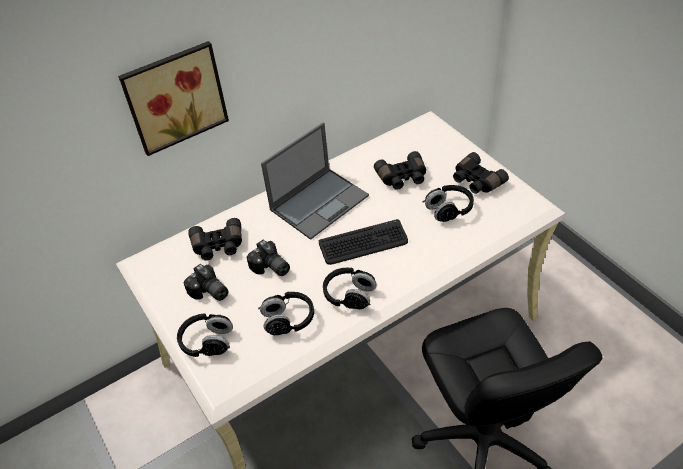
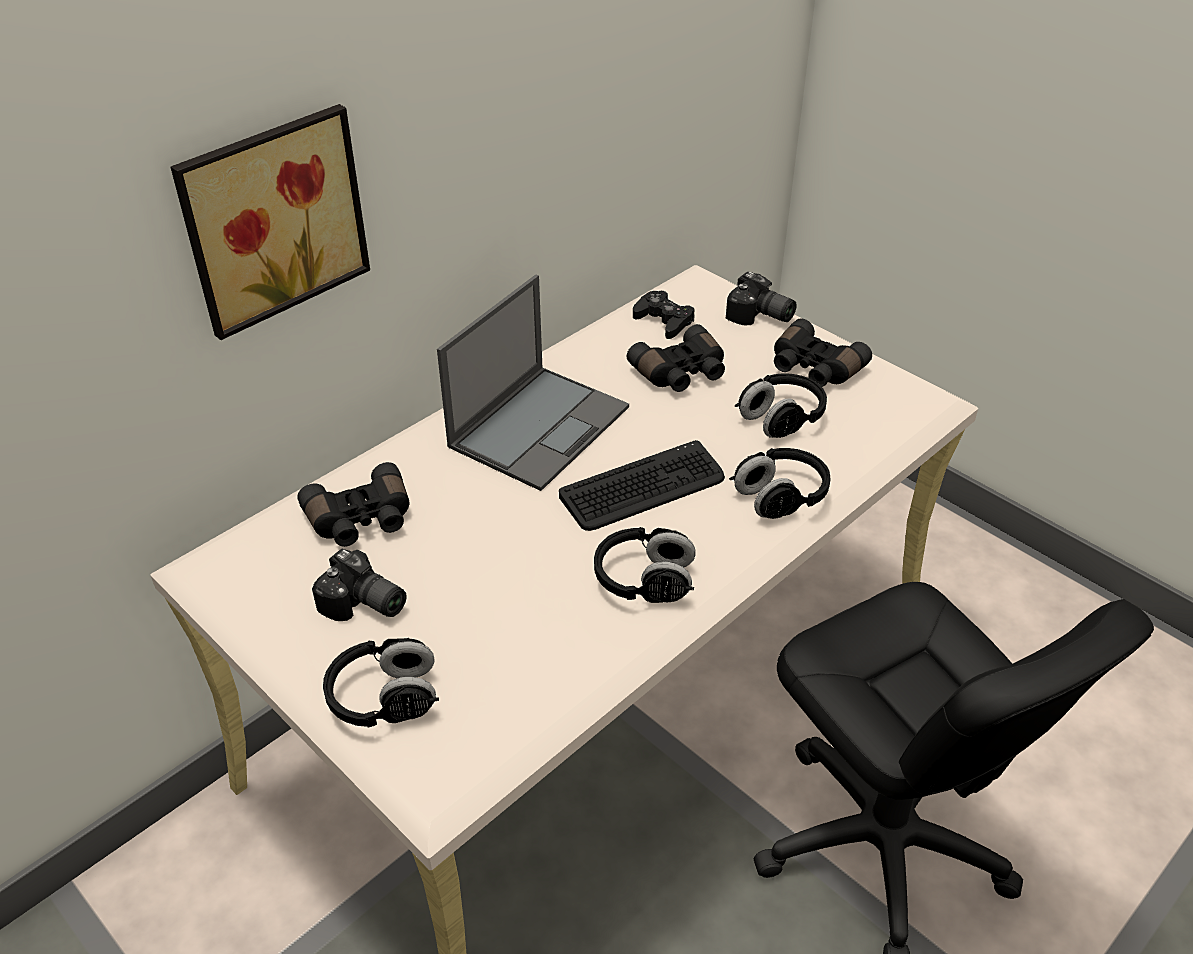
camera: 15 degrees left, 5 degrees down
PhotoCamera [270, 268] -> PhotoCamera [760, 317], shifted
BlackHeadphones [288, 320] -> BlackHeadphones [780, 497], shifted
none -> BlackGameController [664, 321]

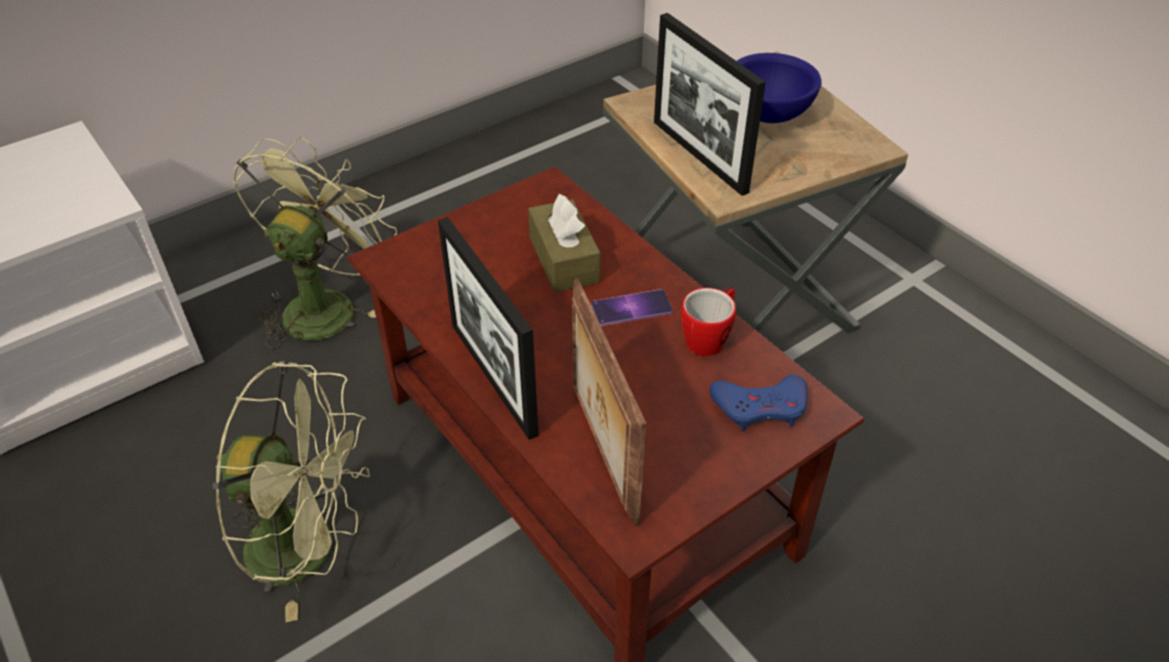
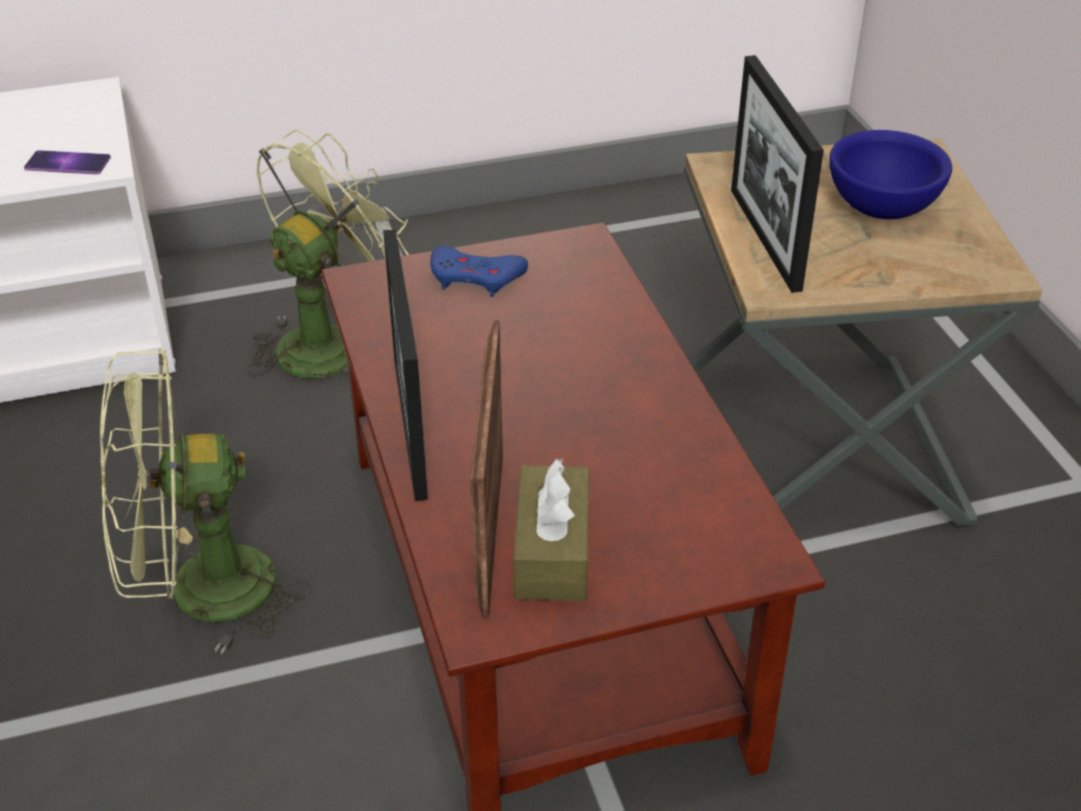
camera: 20 degrees right, 5 degrees down
GreenFan [311, 548] -> GreenFan [199, 593], 135 degrees clockwise
BrownTissueBox [564, 259] -> BrownTissueBox [552, 552], shifted
Phone [631, 308] -> Phone [68, 163], shifted
Mug [709, 338] -> none
BlueGameController [760, 407] -> BlueGameController [476, 277], shifted

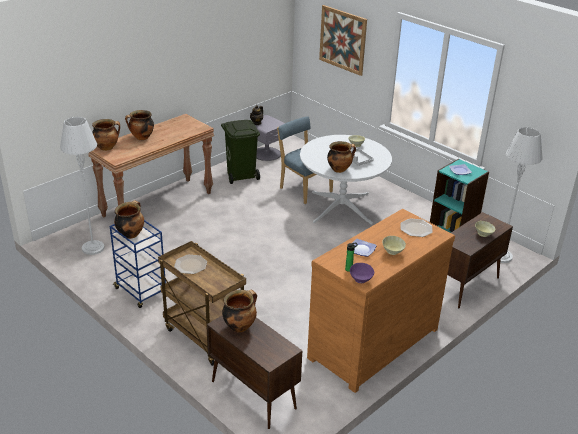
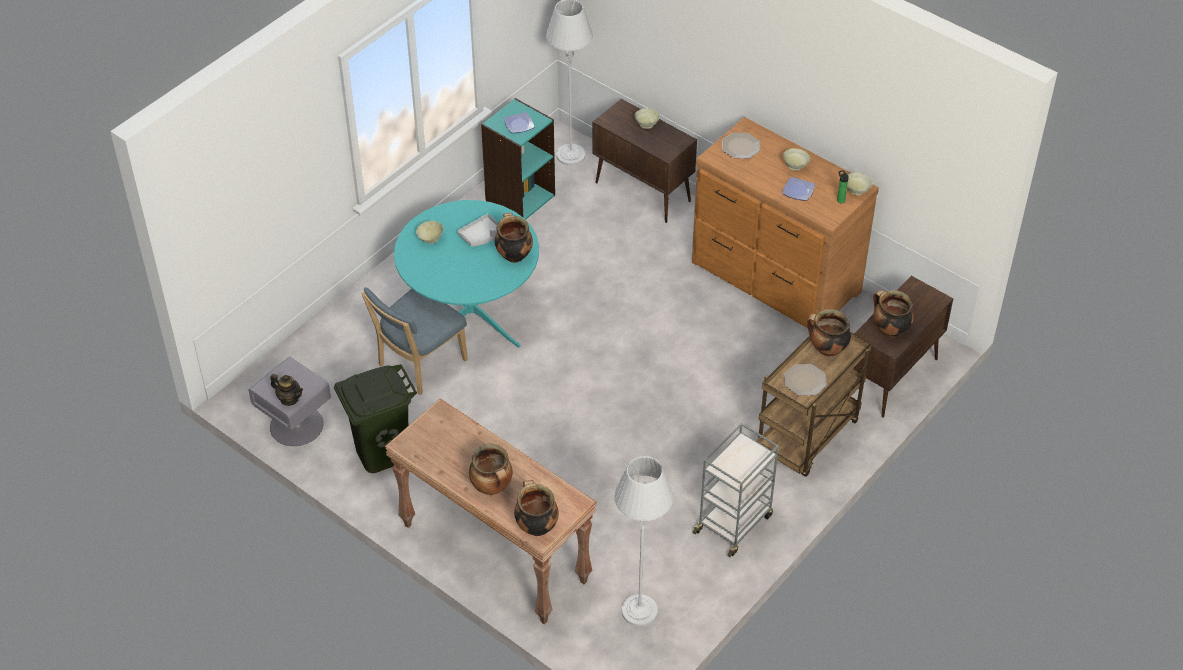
camera: 95 degrees left, 15 degrees up
BlueCart [141, 292] -> GreyCart [734, 523]
CookingPot [130, 234] -> CookingPot [826, 349], shifted
WhiteDiningTable [341, 208] -> TurquoiseDiningTable [471, 316]
Picture [342, 40] -> none
PurpleBowl [360, 280] -> BeigeBowl [857, 191]

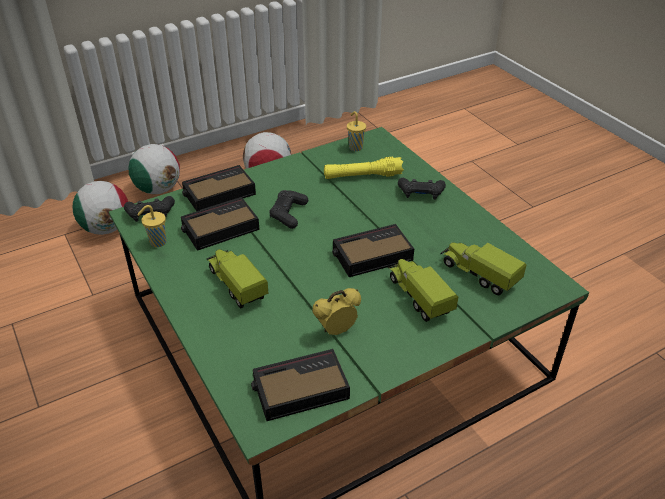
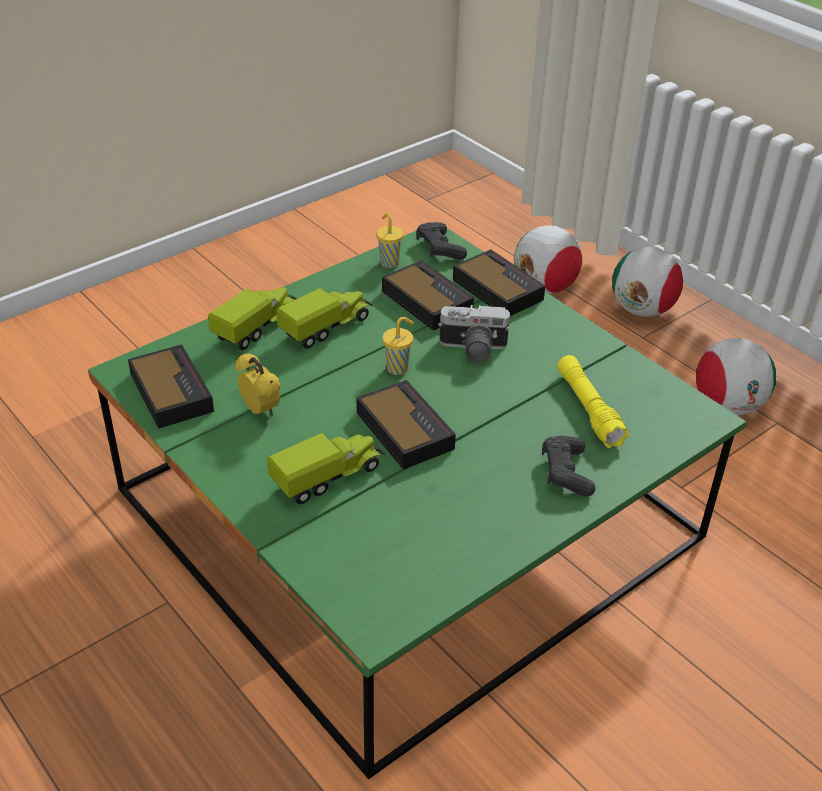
camera: 80 degrees right, 0 degrees up
BlackGameController [288, 214] -> PhotoCamera [472, 350]
YellowCup [355, 147] -> YellowCup [398, 368], shifted
ToyTruck [478, 274] -> ToyTruck [257, 327], shifted

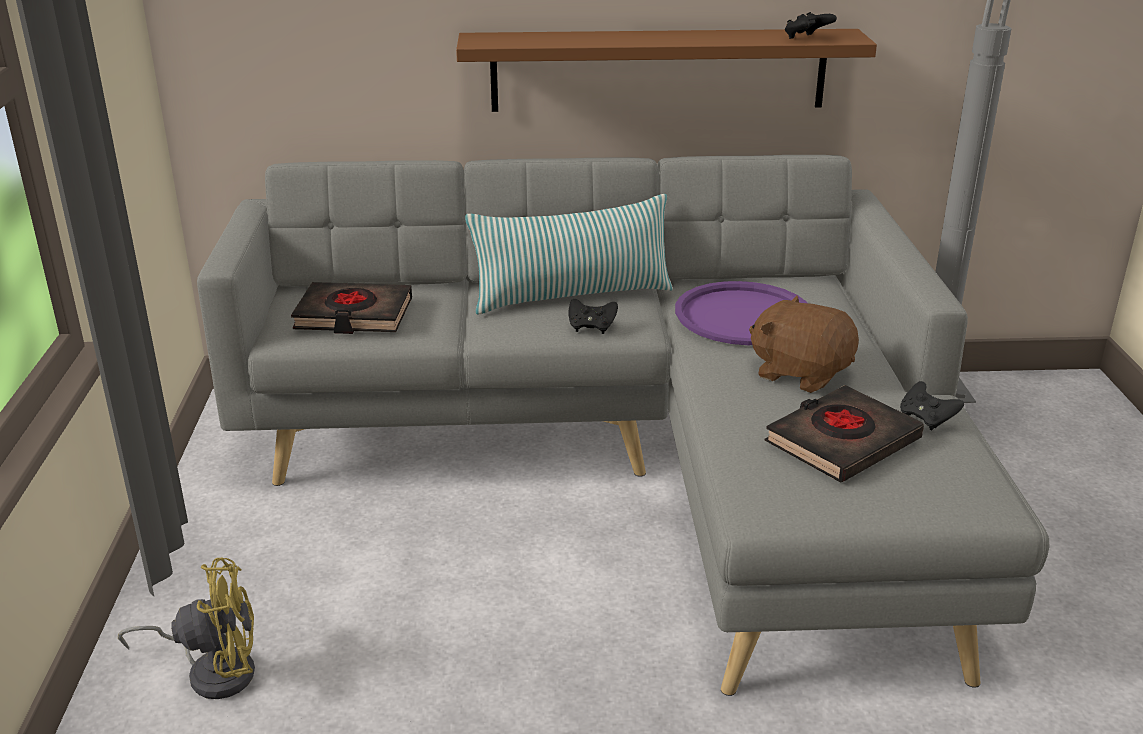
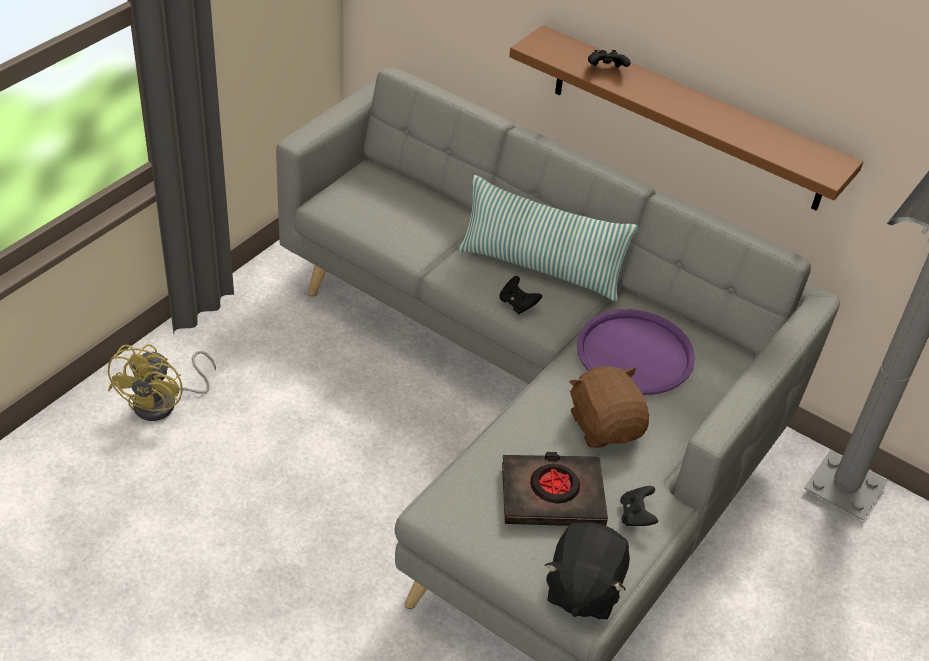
camera: 35 degrees right, 15 degrees up
YellowFan [213, 671] -> YellowFan [164, 403], 75 degrees clockwise
BlackBook [353, 315] -> none
BlackGameController [807, 39] -> BlackGameController [606, 70], shifted
none -> BlackPlushToy [582, 589]

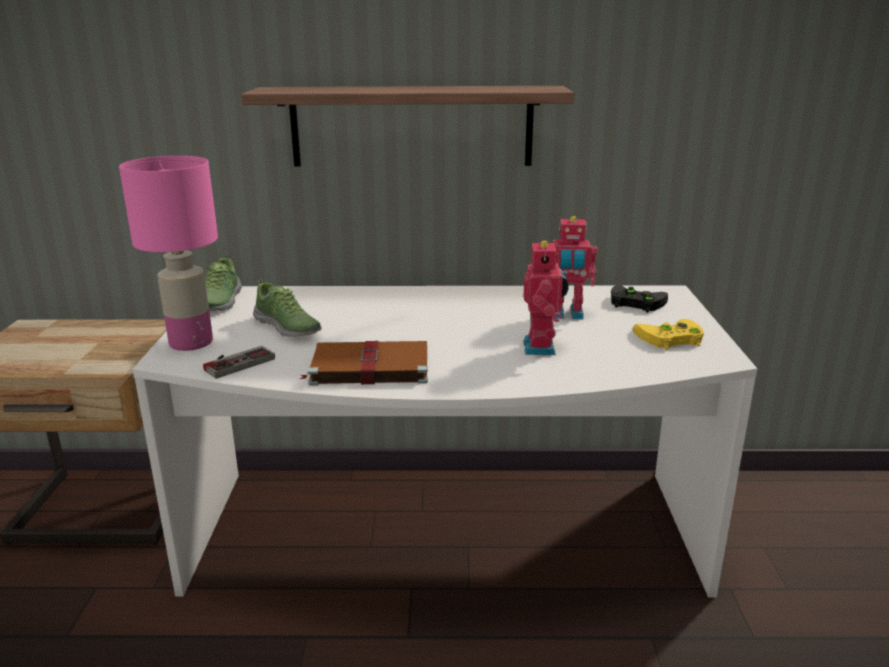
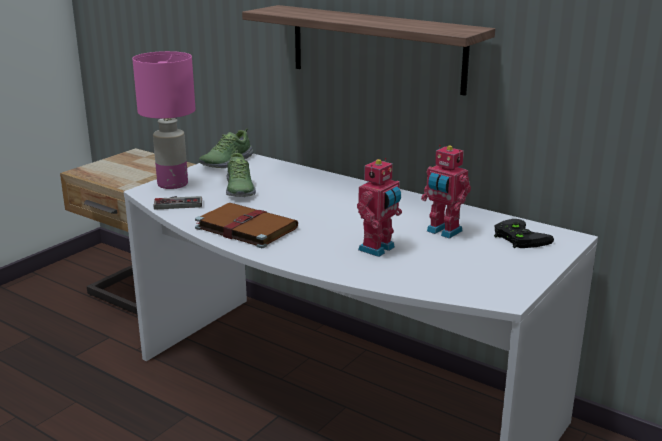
camera: 35 degrees right, 0 degrees up
YellowGameController [668, 339] -> none

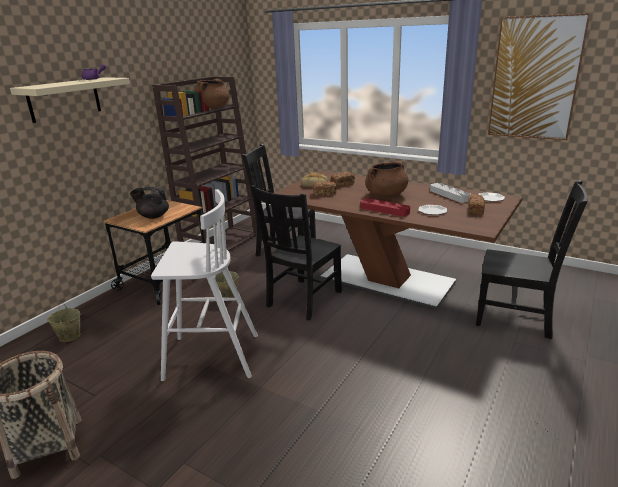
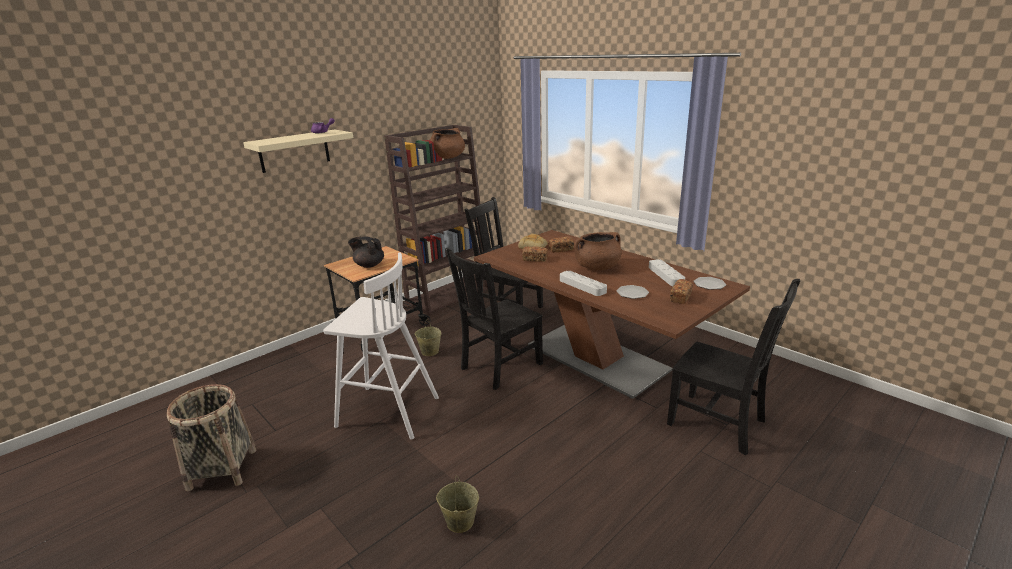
camera: 15 degrees right, 0 degrees up
BeigeBucket [69, 336] -> BeigeBucket [459, 521], shifted
RedTray [384, 210] -> GreyTray [582, 286]
Picture [535, 78] -> none

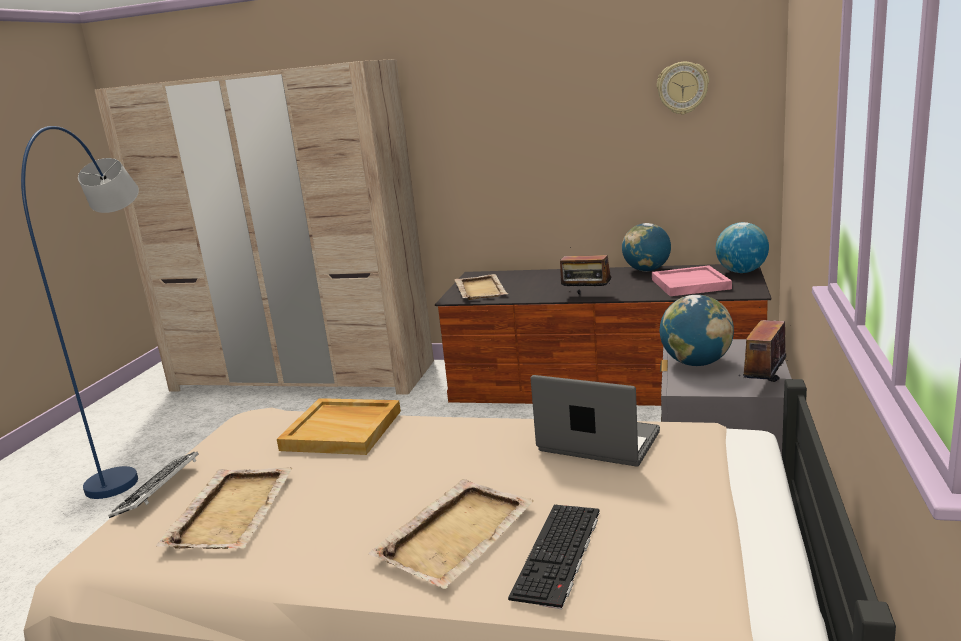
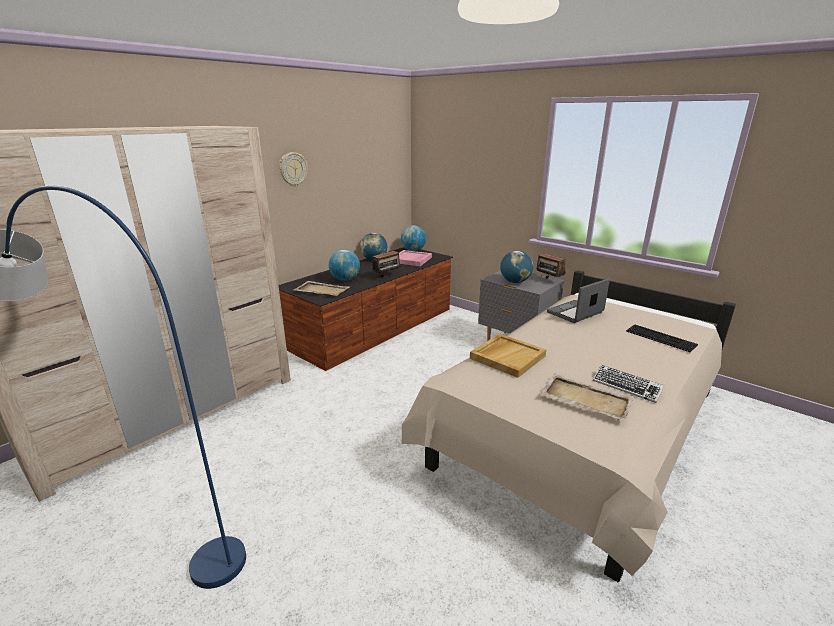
camera: 65 degrees left, 5 degrees up
Keyboard [158, 490] -> Keyboard [626, 386], shifted
BeigeTray [456, 533] -> none
WallClock [682, 88] -> WallClock [293, 169], shifted
none -> Globe [345, 279]

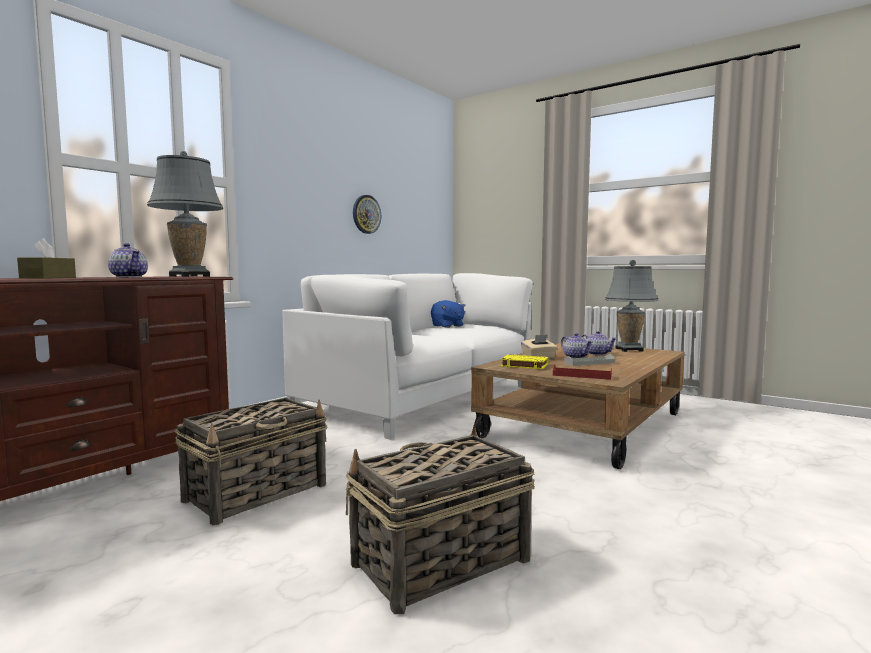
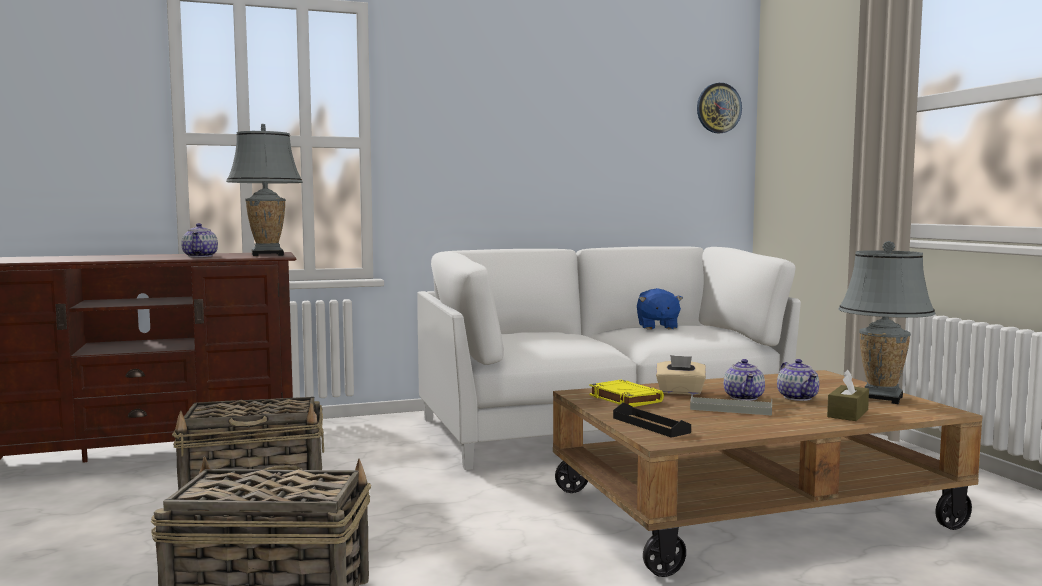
camera: 35 degrees right, 0 degrees up
BrownTissueBox [48, 278] -> BrownTissueBox [847, 413], shifted
WallClock [366, 214] -> WallClock [718, 108], shifted
RedTray [582, 375] -> BlackTray [650, 425]

